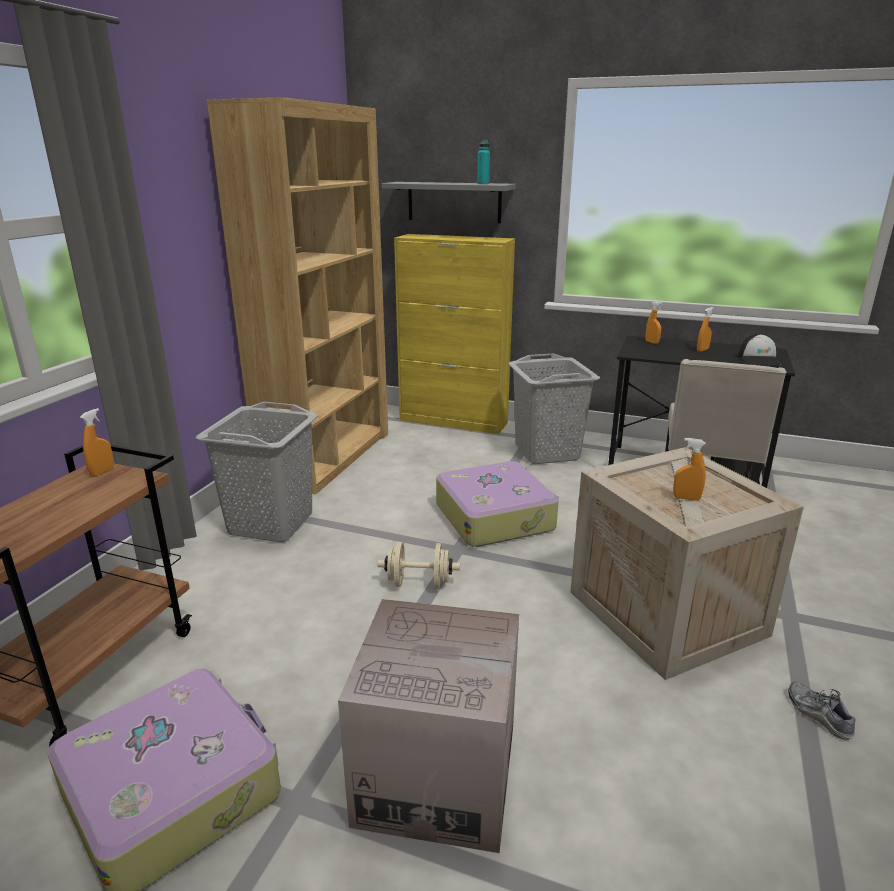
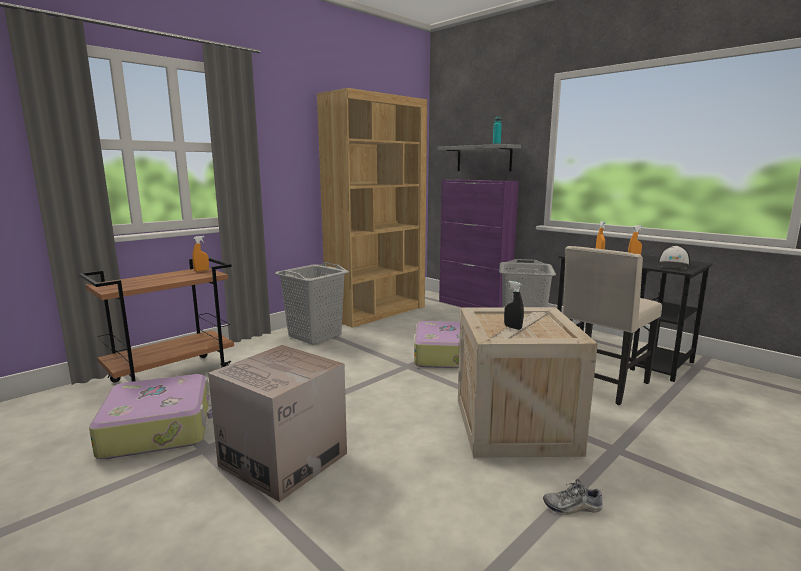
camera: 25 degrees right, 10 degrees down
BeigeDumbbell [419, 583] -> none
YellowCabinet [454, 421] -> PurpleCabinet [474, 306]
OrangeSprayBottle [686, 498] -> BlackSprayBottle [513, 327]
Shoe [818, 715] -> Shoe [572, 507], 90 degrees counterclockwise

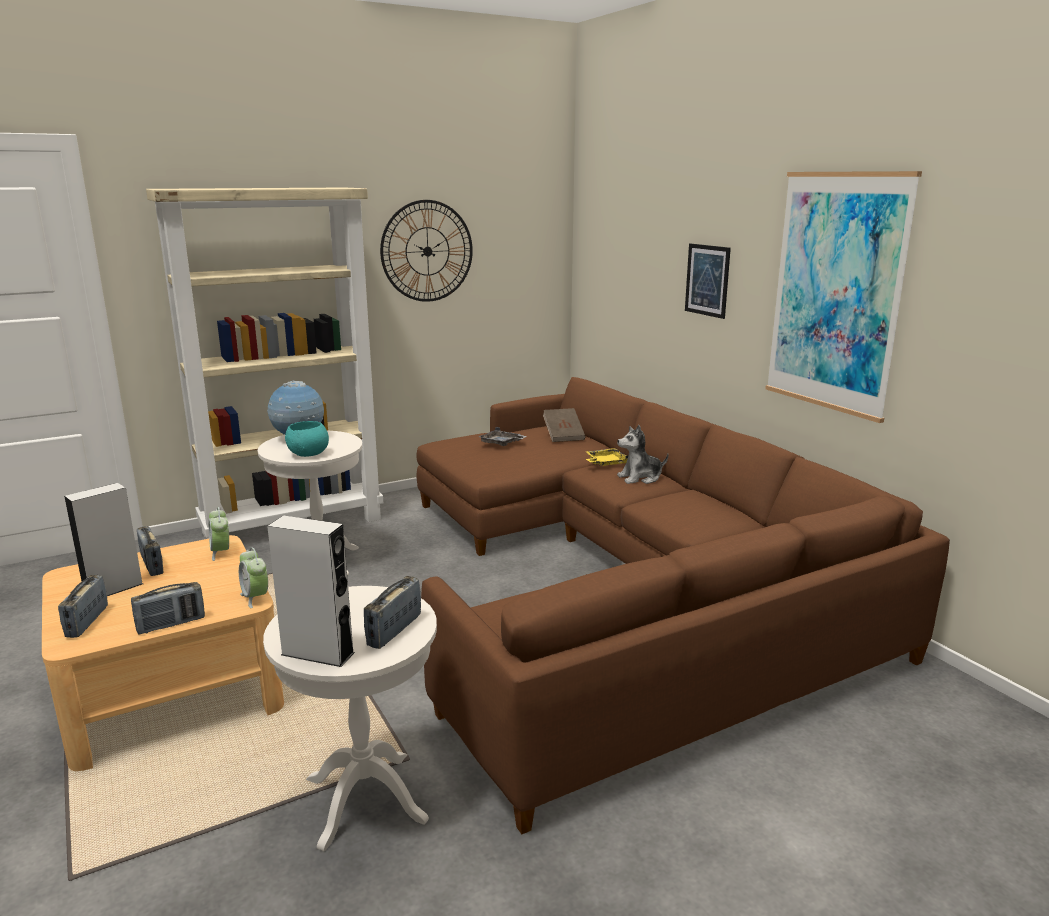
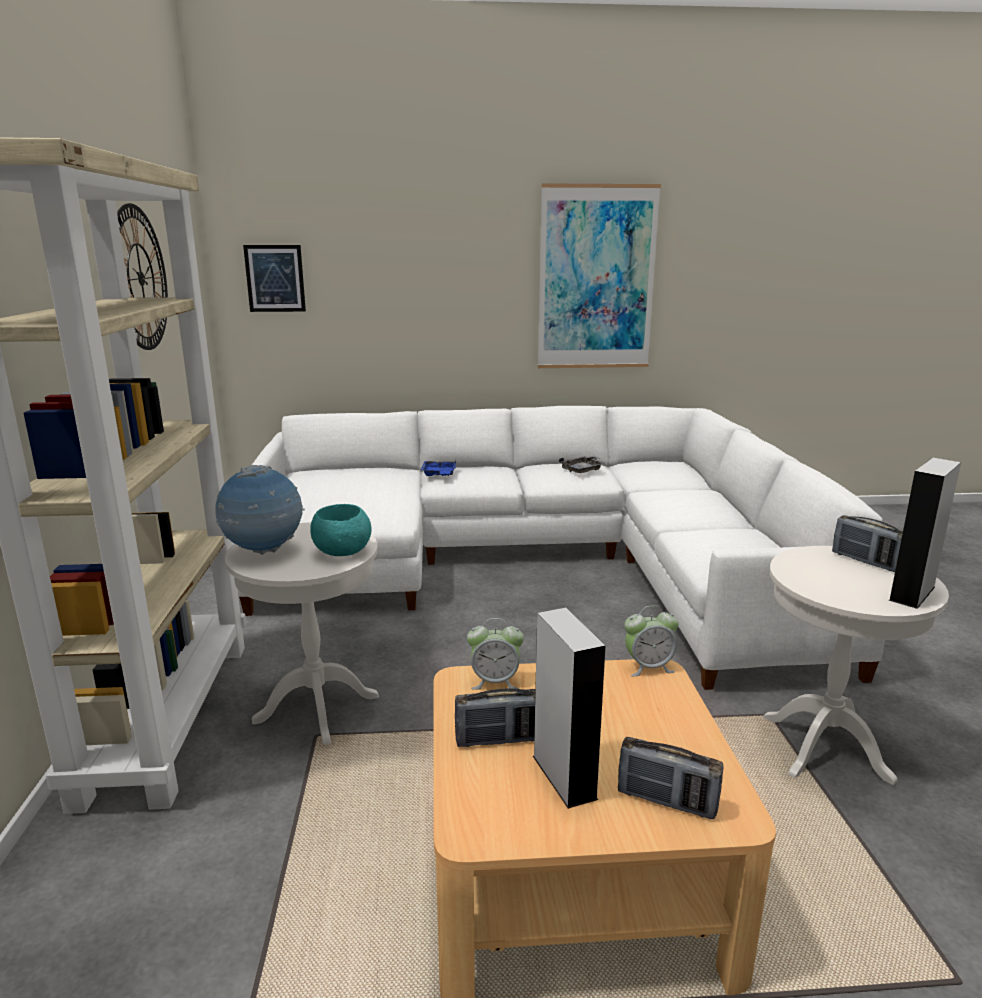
camera: 65 degrees left, 0 degrees up
Radio [171, 624] -> none
BrownSofa [624, 585] -> WhiteSofa [538, 564]
GreyTray [501, 443] -> GreyTray [583, 470], shifted
BrownBook [563, 435] -> none
YellowTray [605, 463] -> BlueTray [439, 474]
PlushToy [640, 478] -> none
Picture [707, 280] -> Picture [275, 278], shifted

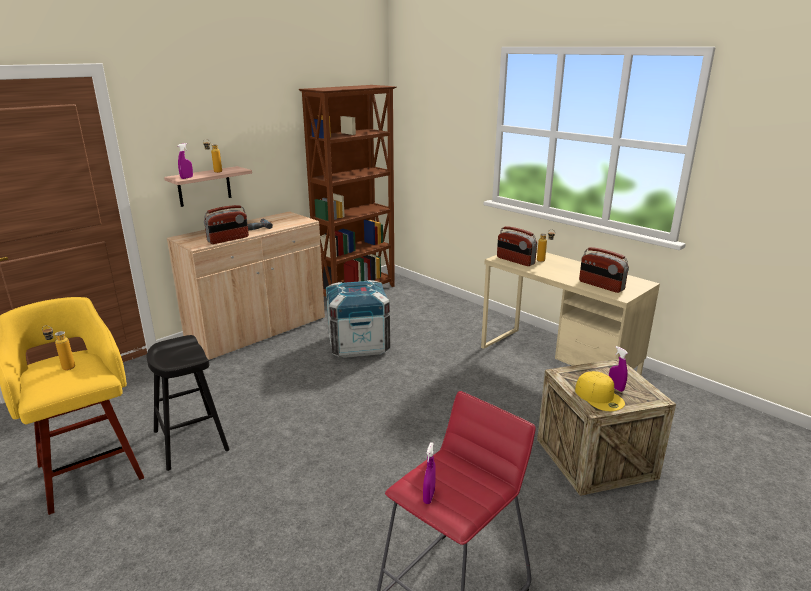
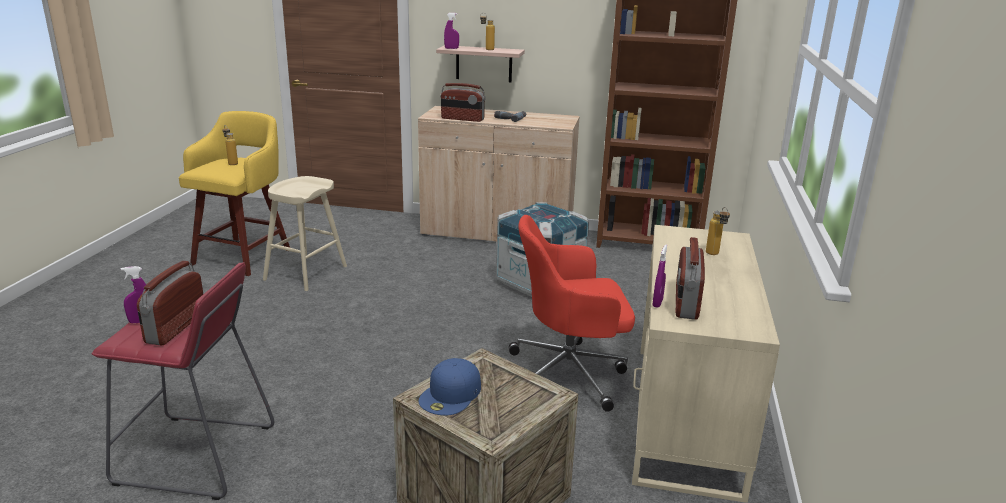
camera: 55 degrees right, 0 degrees up
BlackStool [191, 441] -> BeigeStool [305, 273]
Radio [515, 261] -> Radio [175, 327], shifted
YellowCap [599, 396] -> BlueCap [451, 394]
PurpleSprayBottle [615, 388] -> PurpleSprayBottle [657, 303], shifted
none -> RedOfficeChair [569, 374]

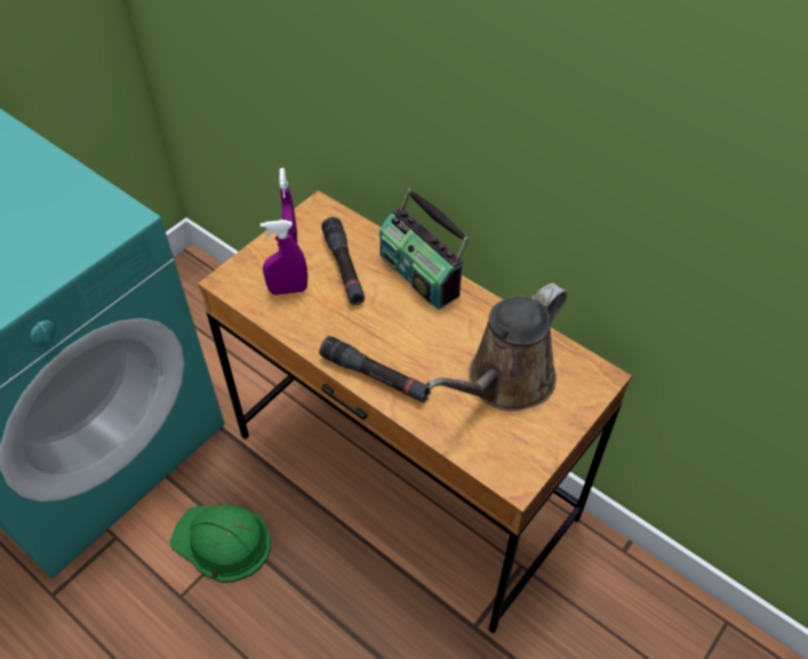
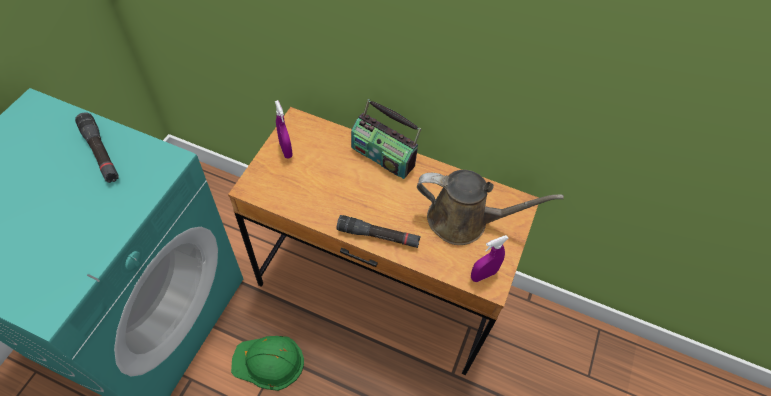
camera: 20 degrees left, 5 degrees up
PurpleSprayBottle [288, 290] -> PurpleSprayBottle [483, 275], shifted
BlackFlashlight [344, 268] -> BlackFlashlight [100, 152], shifted
BrownWateringCan [505, 382] -> BrownWateringCan [464, 220], 105 degrees counterclockwise

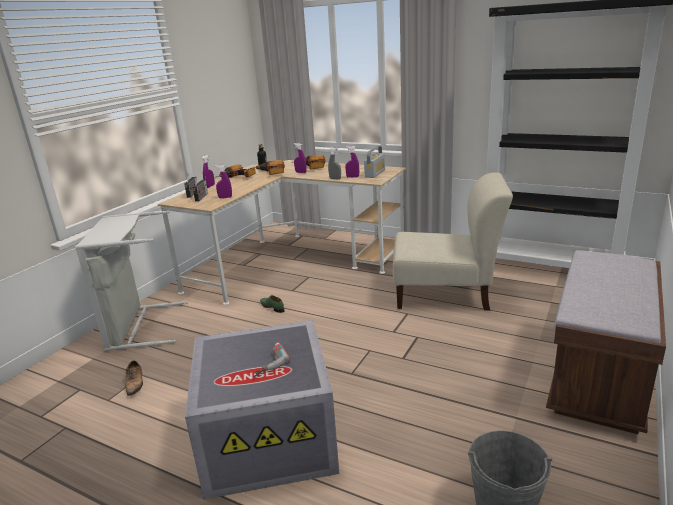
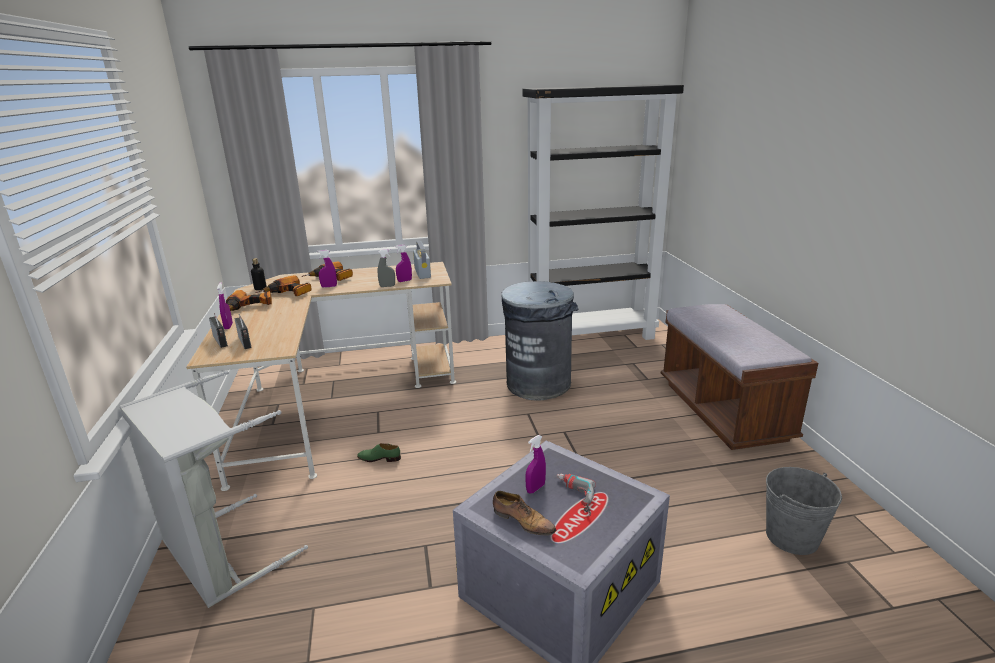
camera: 40 degrees left, 0 degrees up
Shoe [135, 383] -> Shoe [522, 521], shifted
PurpleSprayBottle [225, 197] -> PurpleSprayBottle [535, 488], shifted
BeigeChair [446, 294] -> GreyTrashCan [538, 384]

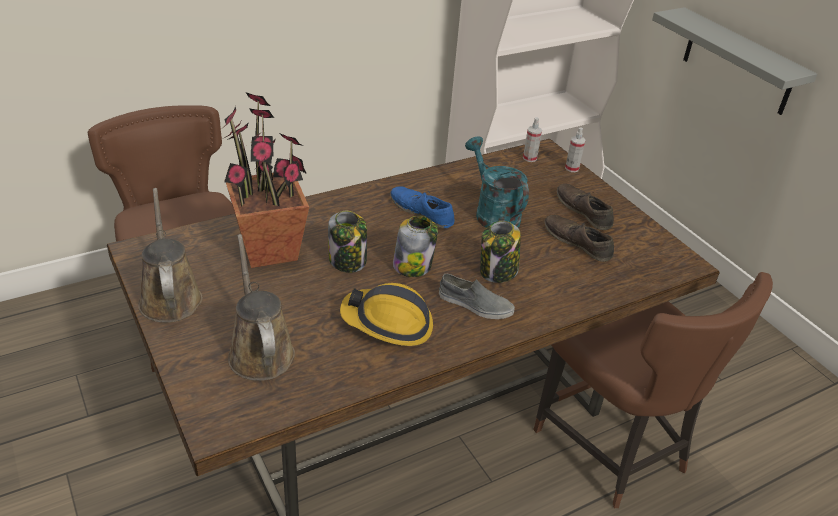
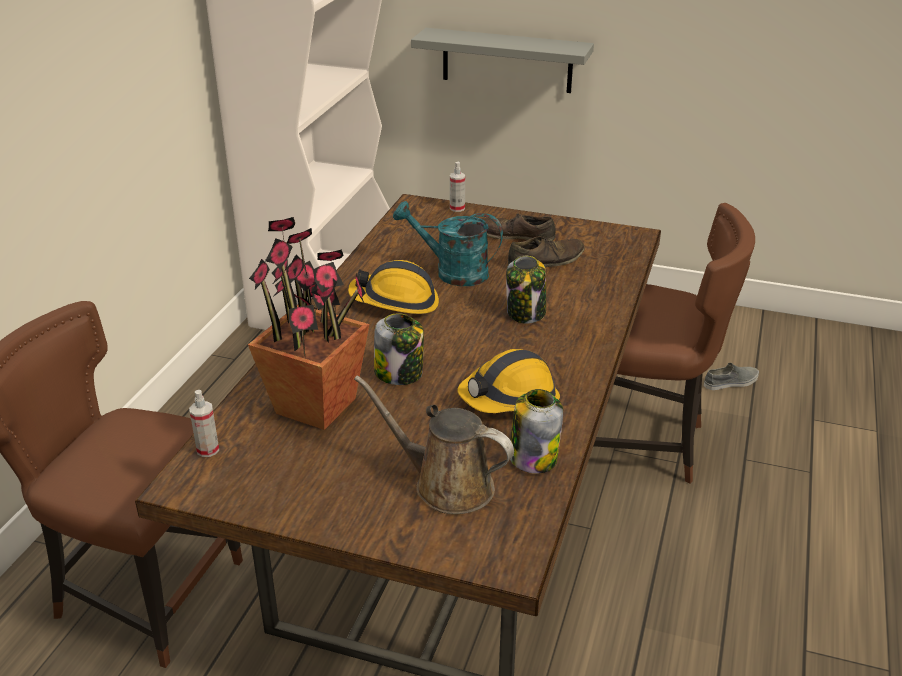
camera: 40 degrees left, 5 degrees down
BrownWateringCan [170, 297] -> none
BlueShoe [422, 212] -> HardHat [395, 302]
Jar [413, 266] -> Jar [533, 457], shifted
GreyShoe [475, 305] -> GreyShoe [731, 382], shifted
SprayBottle [529, 158] -> SprayBottle [208, 450], shifted
BrownShoe [577, 242] -> BrownShoe [546, 260], 150 degrees clockwise

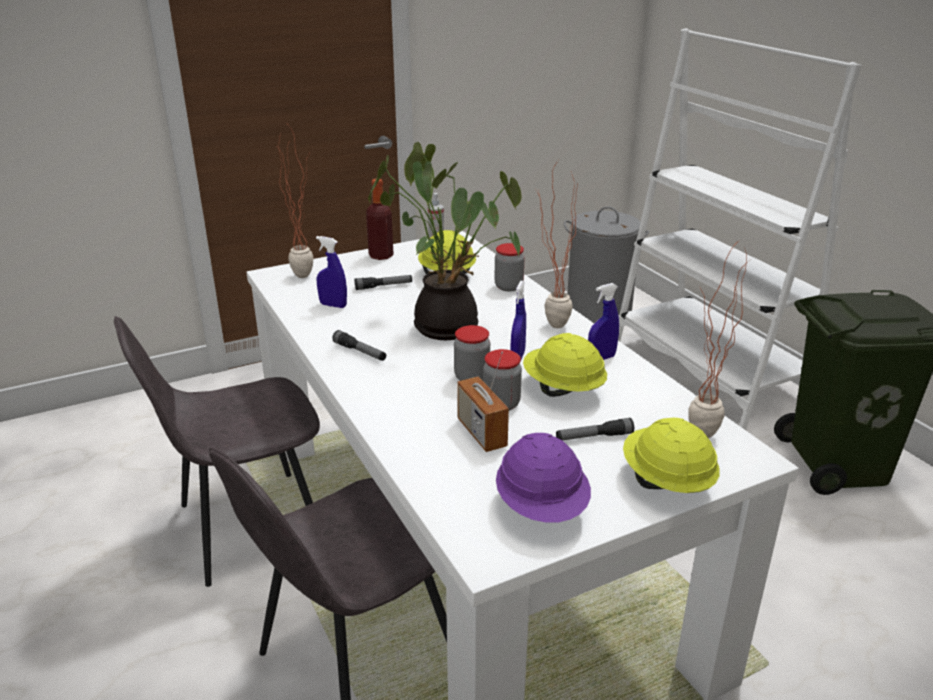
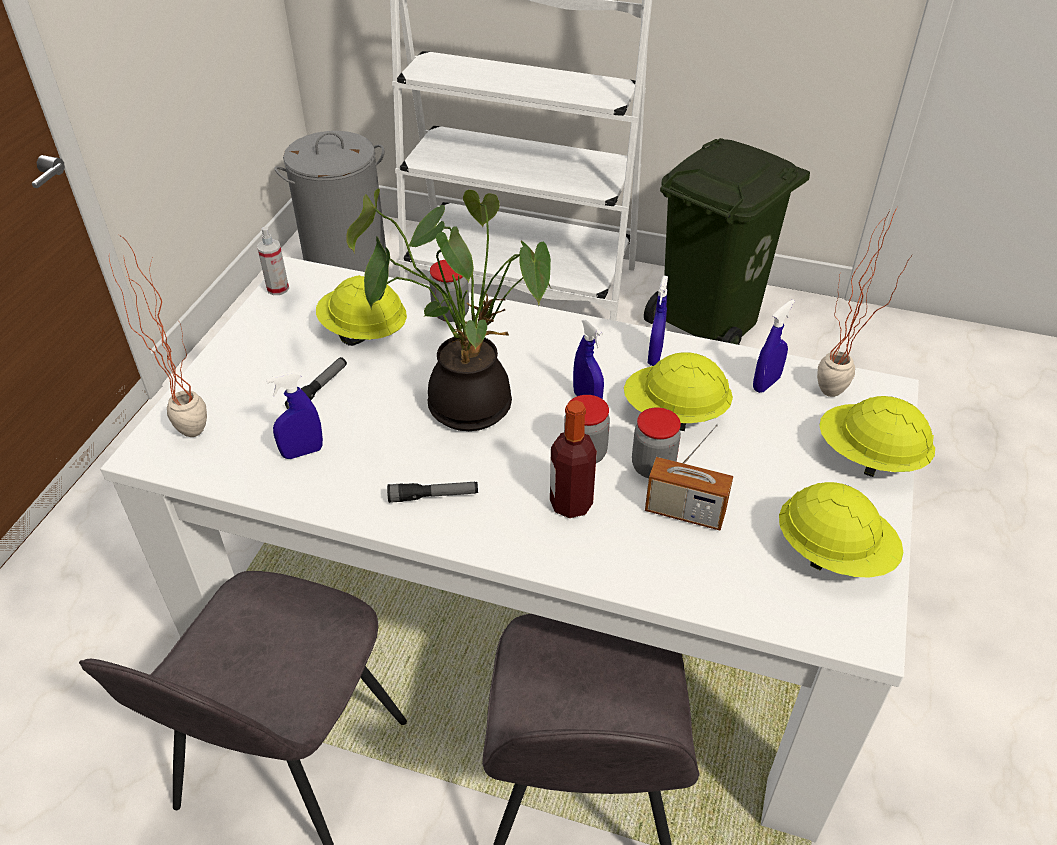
camera: 45 degrees left, 15 degrees up
Bottle [381, 256] -> Bottle [571, 504], shifted
PurpleHardHat [542, 508] -> YellowHardHat [833, 553]
PottedPlant [548, 325] -> none
Flashlight [594, 437] -> none
none -> BlueSprayBottle [766, 384]

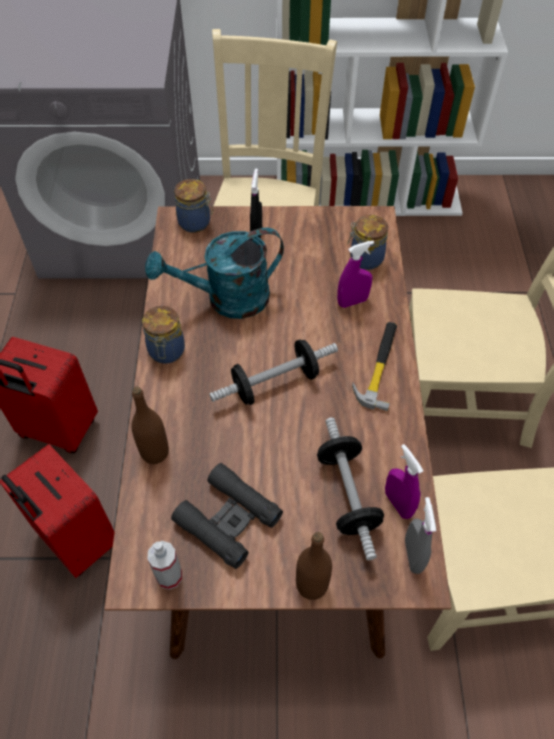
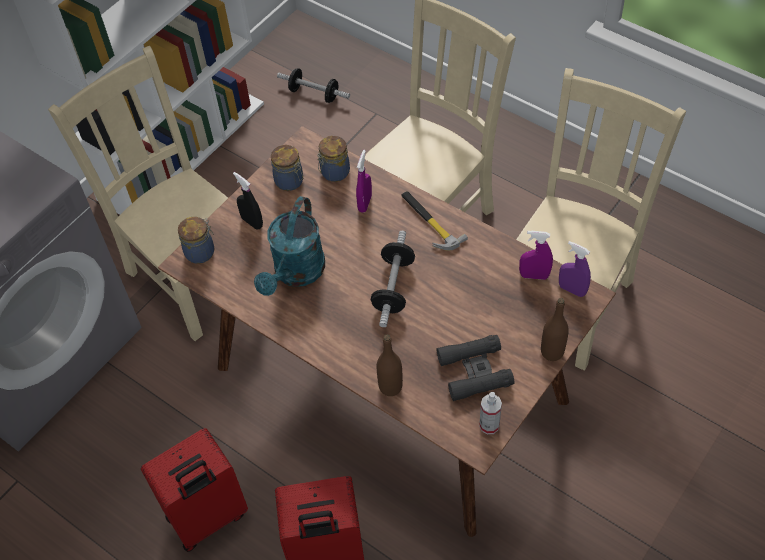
camera: 50 degrees left, 0 degrees up
Jar [166, 352] -> Jar [290, 182], shifted
Dumbbell [347, 495] -> Dumbbell [314, 94], shifted
GreySprayBottle [413, 555] -> PurpleSprayBottle [572, 290]

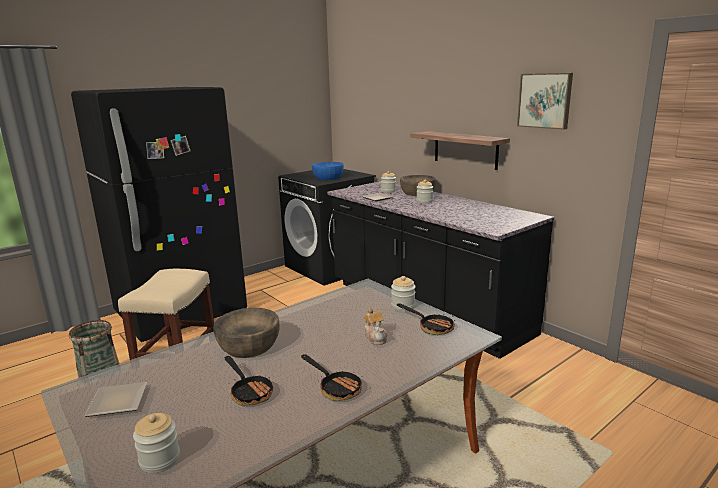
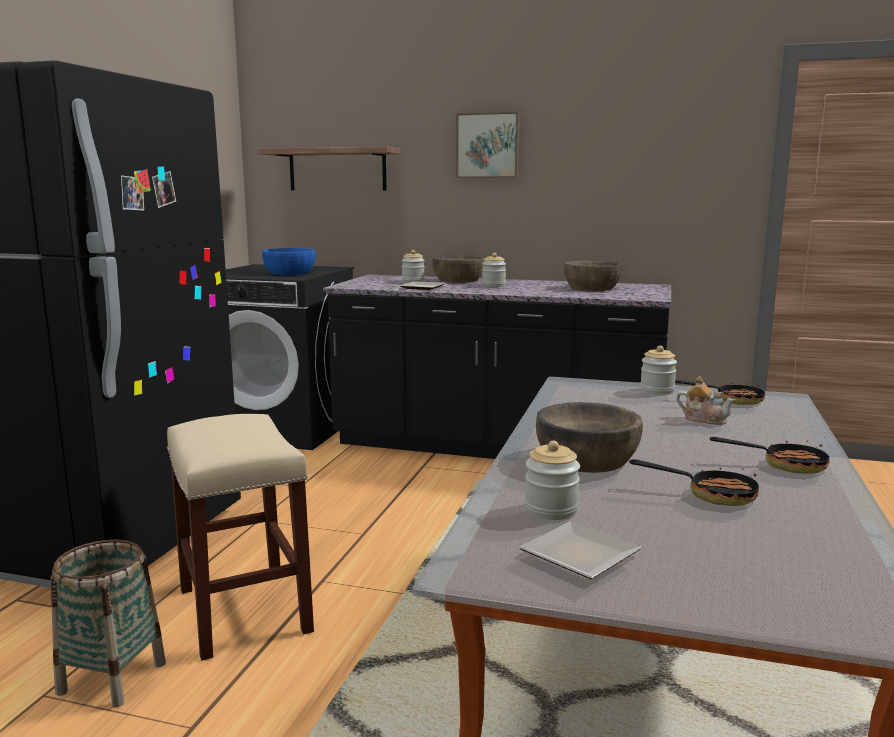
camera: 35 degrees left, 5 degrees down
Jar [160, 459] -> Jar [551, 509], shifted
Shelf [465, 149] -> Shelf [337, 169], shifted
Picture [545, 100] -> Picture [488, 145], shifted
none -> BrownBowl [592, 287]

